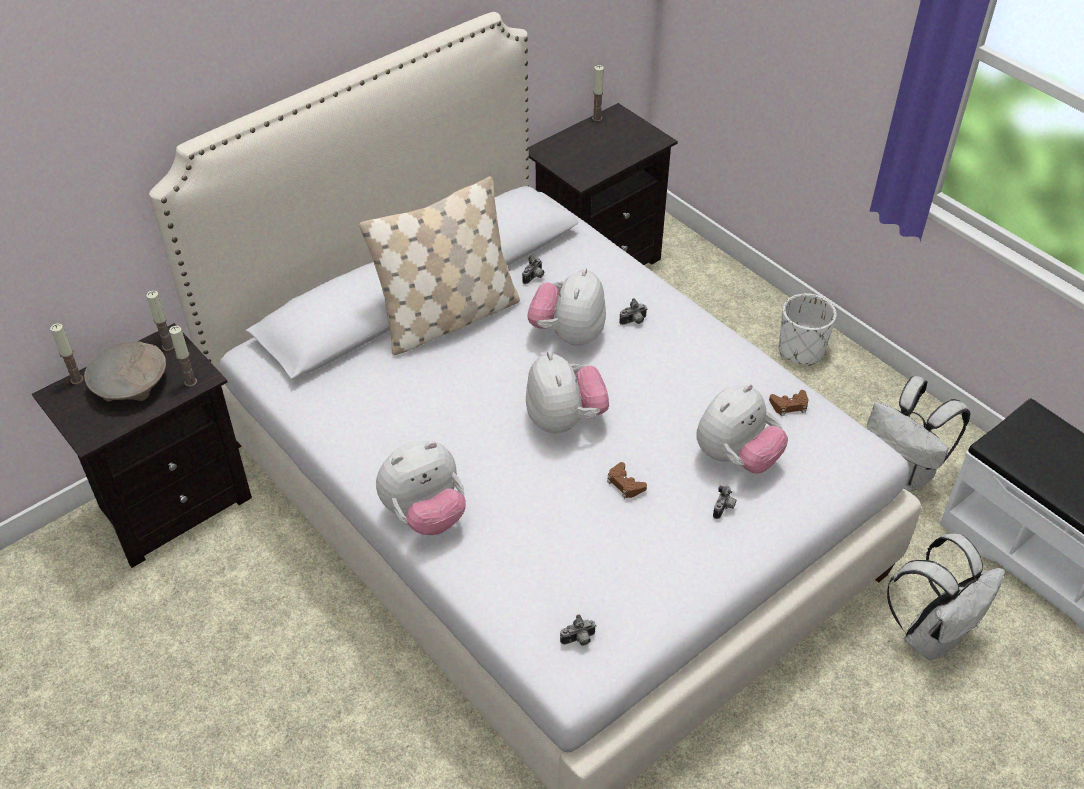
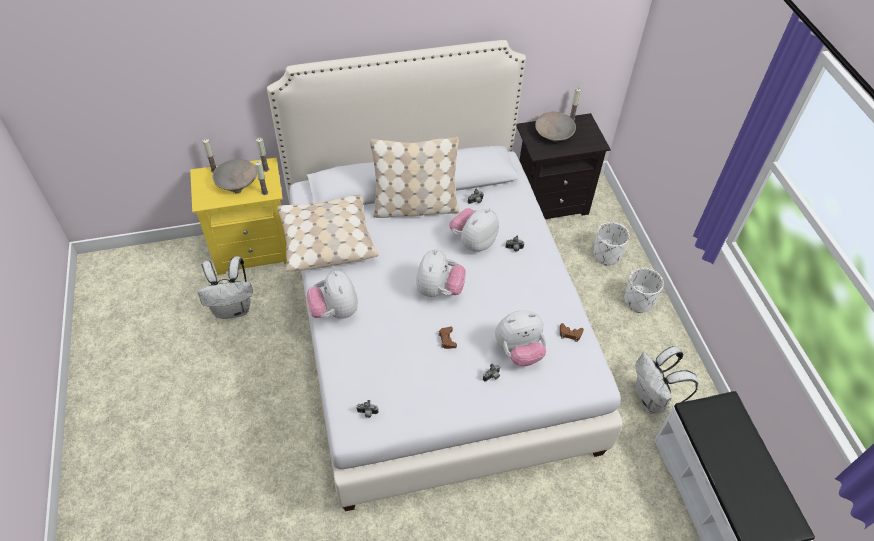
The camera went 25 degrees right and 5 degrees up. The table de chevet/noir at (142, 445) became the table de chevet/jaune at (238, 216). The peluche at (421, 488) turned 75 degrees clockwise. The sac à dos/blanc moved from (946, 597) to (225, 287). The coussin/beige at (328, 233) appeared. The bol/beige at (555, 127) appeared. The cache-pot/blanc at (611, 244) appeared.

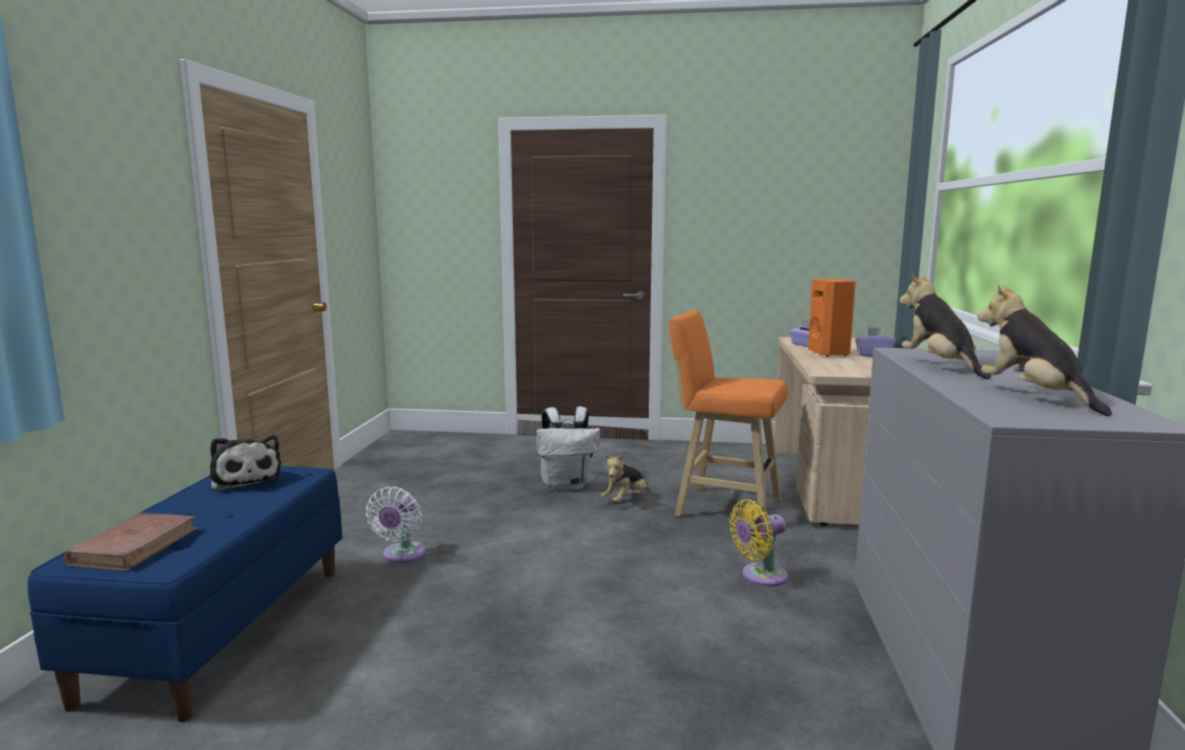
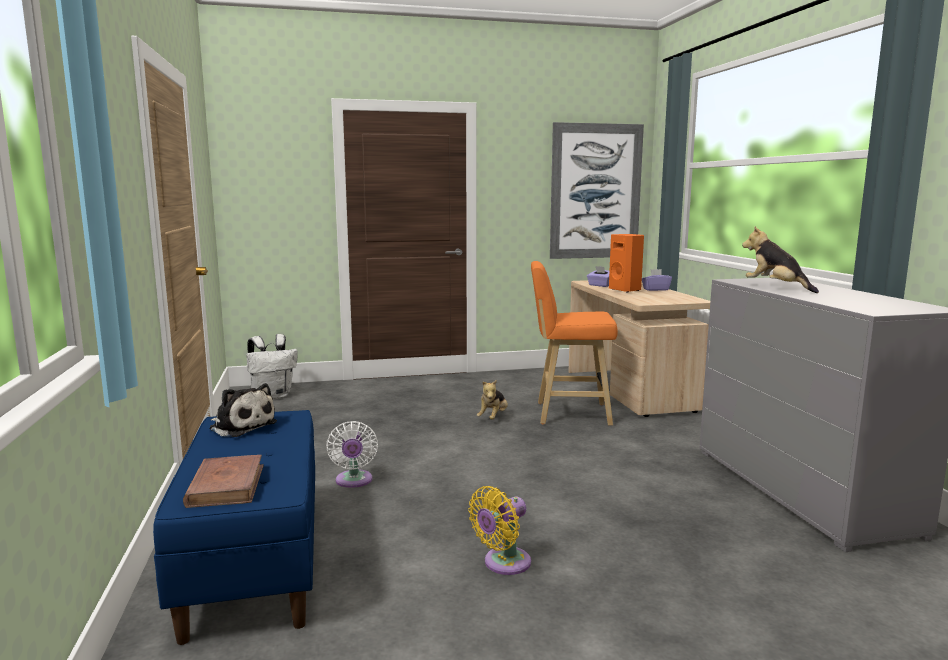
The camera went 20 degrees left and 0 degrees up. The sac à dos/blanc moved from (568, 448) to (271, 366). The ventilateur/jaune moved from (759, 543) to (499, 530). The peluche at (1045, 350) disappeared. The tableau at (597, 190) appeared.

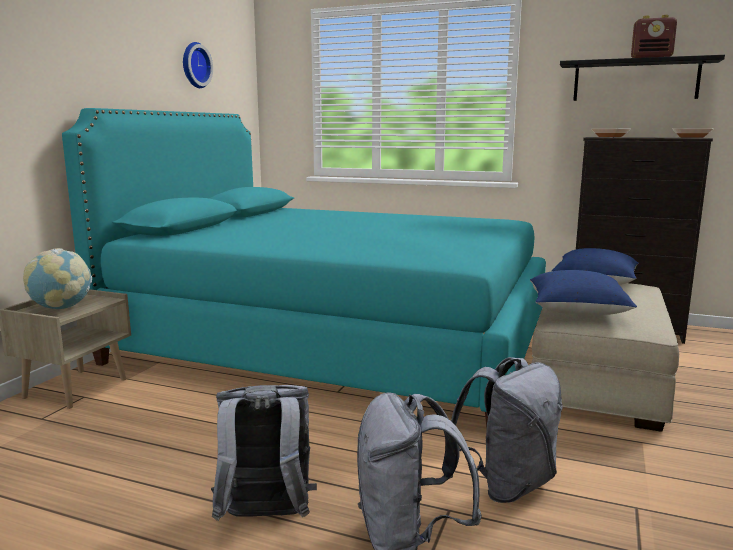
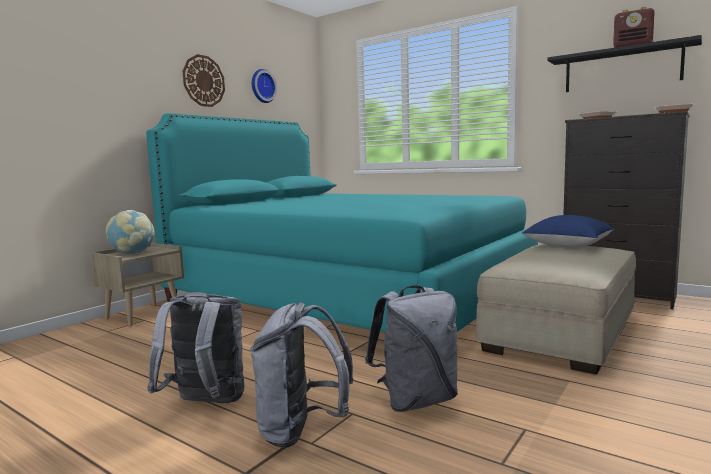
The camera went 15 degrees right and 5 degrees down. The coussin/bleu at (583, 293) disappeared. The horloge murale at (204, 80) appeared.

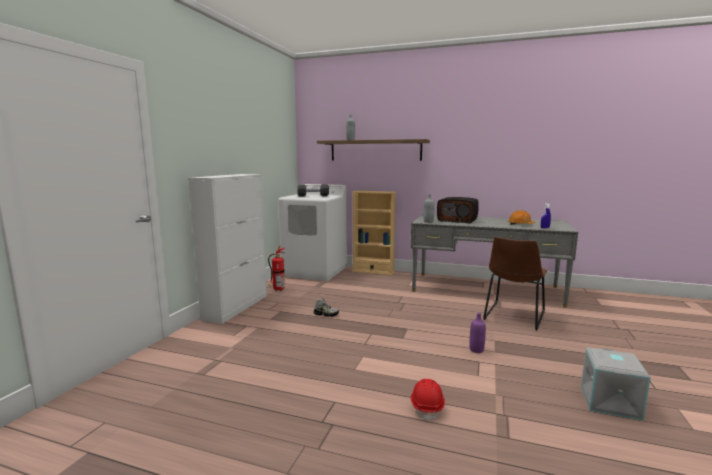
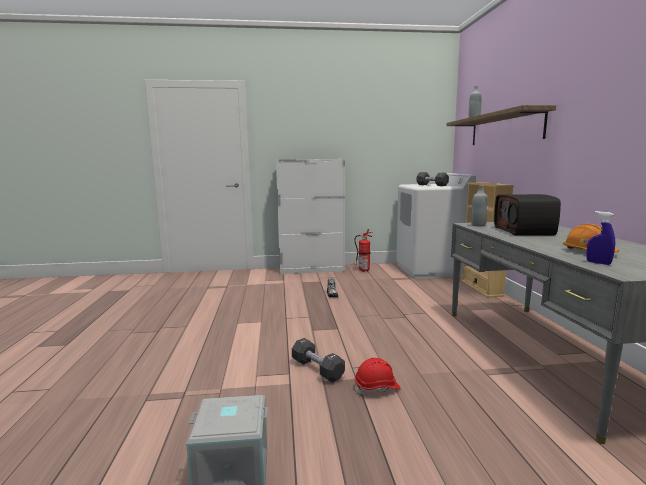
The camera went 65 degrees right and 0 degrees up. The casque de chantier/rouge moved from (428, 400) to (377, 376). The bouteille/violet at (477, 333) was replaced by the haltère/noir at (318, 360). The chaise/marron at (515, 284) disappeared.

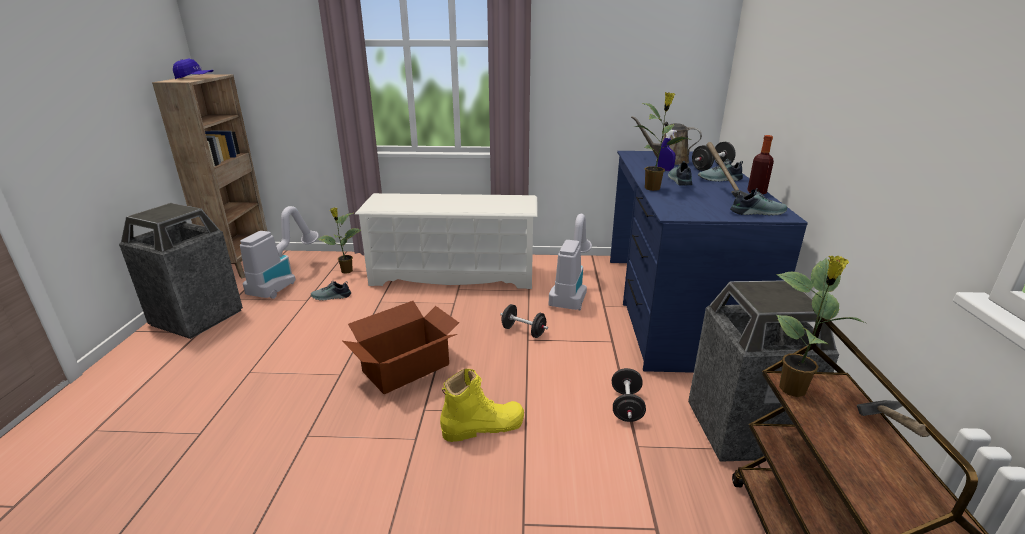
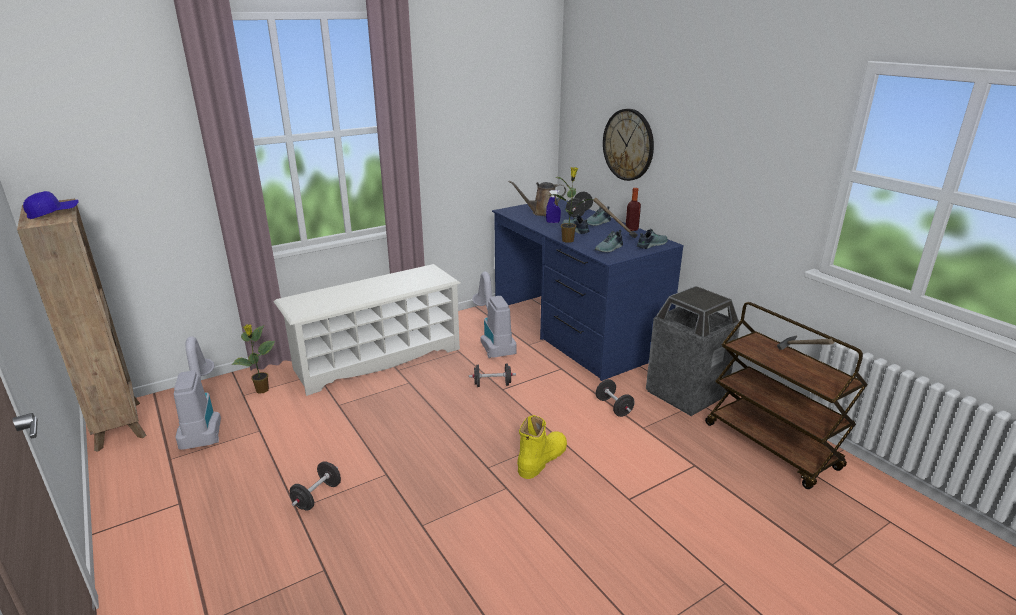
The camera went 35 degrees left and 0 degrees up. The poubelle at (181, 271) disappeared. The chaussure moved from (331, 290) to (609, 241). The carton at (400, 347) disappeared. The plante en pot at (820, 326) disappeared. The haltère/noir at (315, 486) appeared. The horloge murale at (628, 145) appeared.

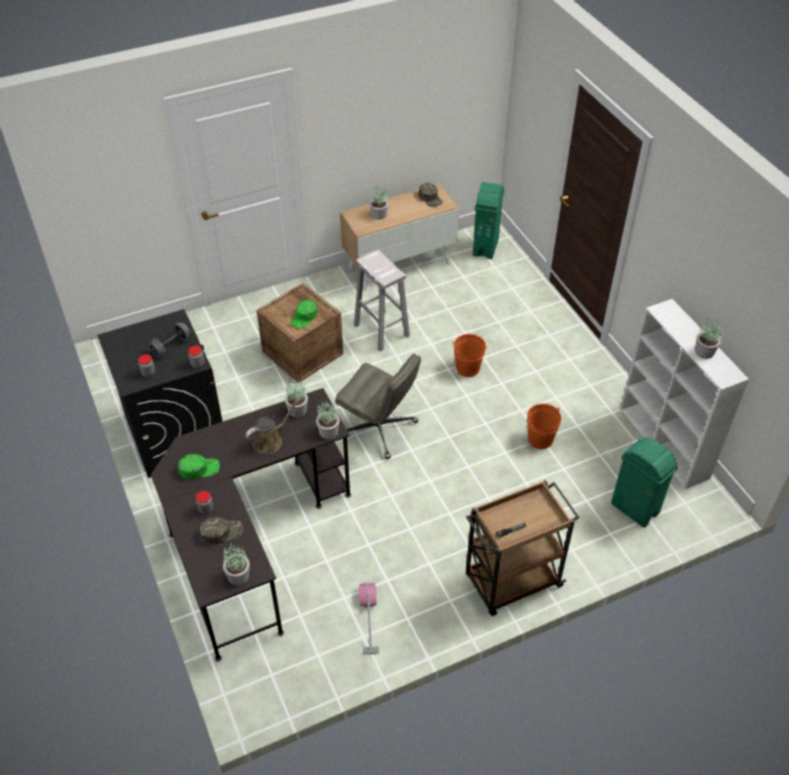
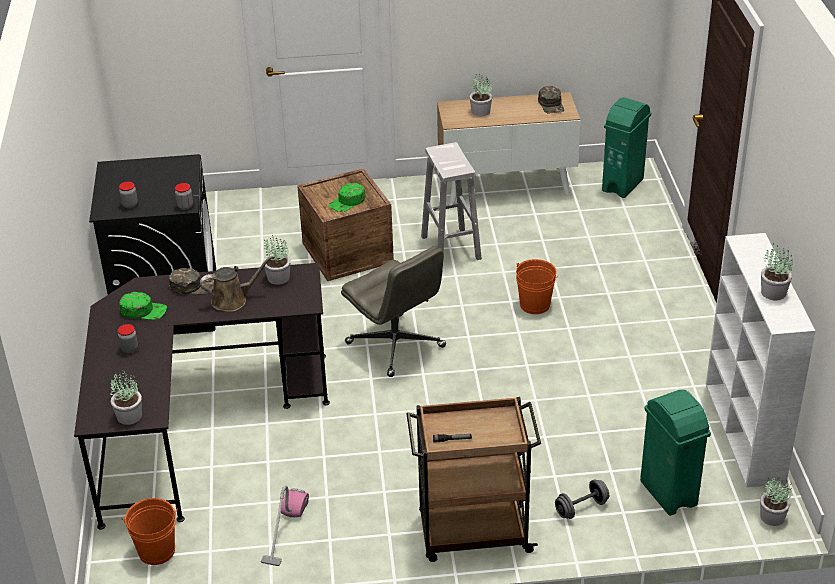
The camera went 20 degrees right and 10 degrees down. The haltère/gris moved from (170, 340) to (582, 499). The casquette/vert moved from (221, 531) to (191, 281). The plante en pot moved from (328, 420) to (776, 501). The seau/orange moved from (544, 426) to (149, 531).

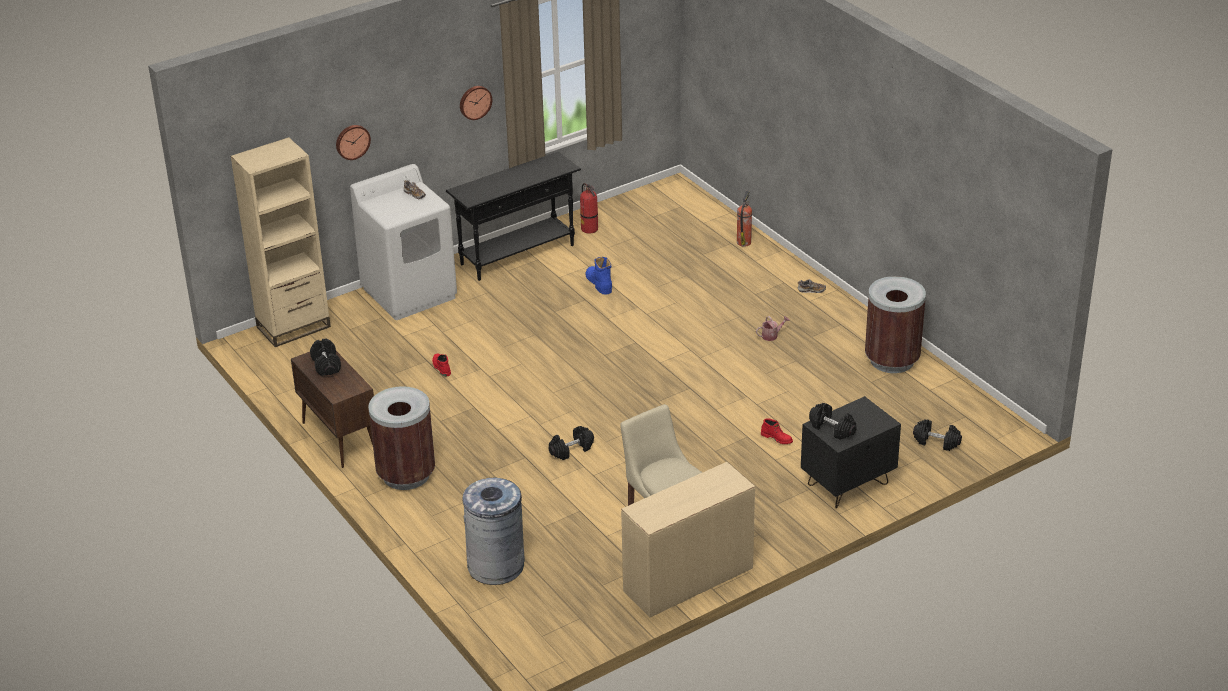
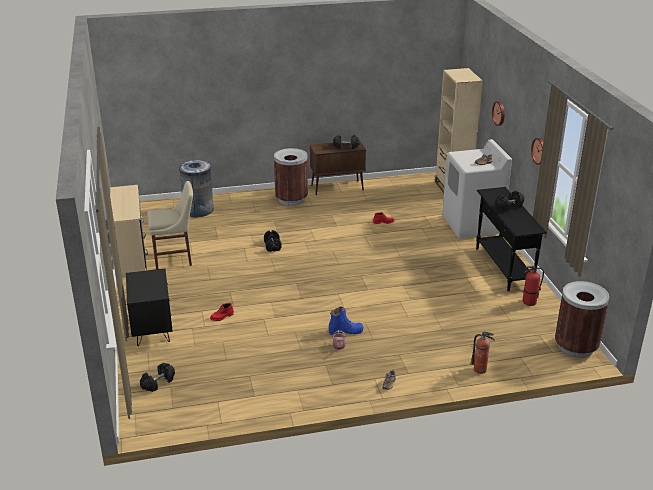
The camera went 110 degrees right and 5 degrees down. The botte/bleu moved from (599, 276) to (346, 320). The haltère/noir moved from (833, 421) to (509, 201). The poubelle/marron moved from (895, 324) to (582, 319).

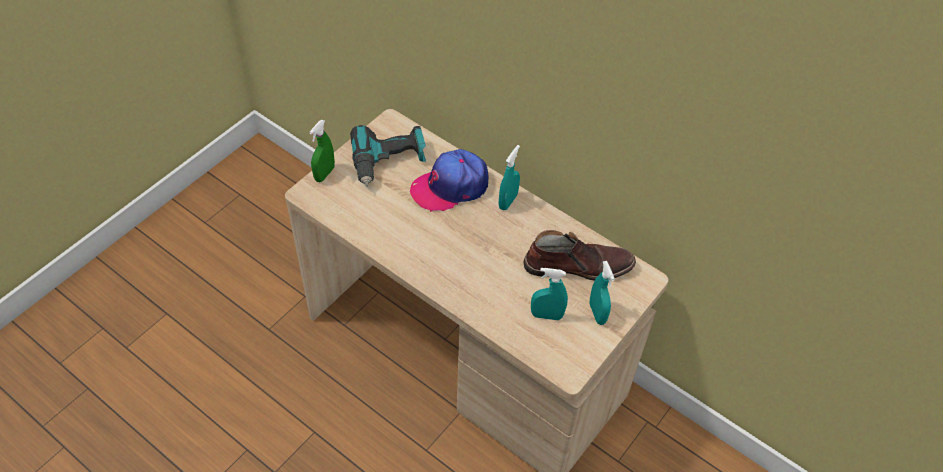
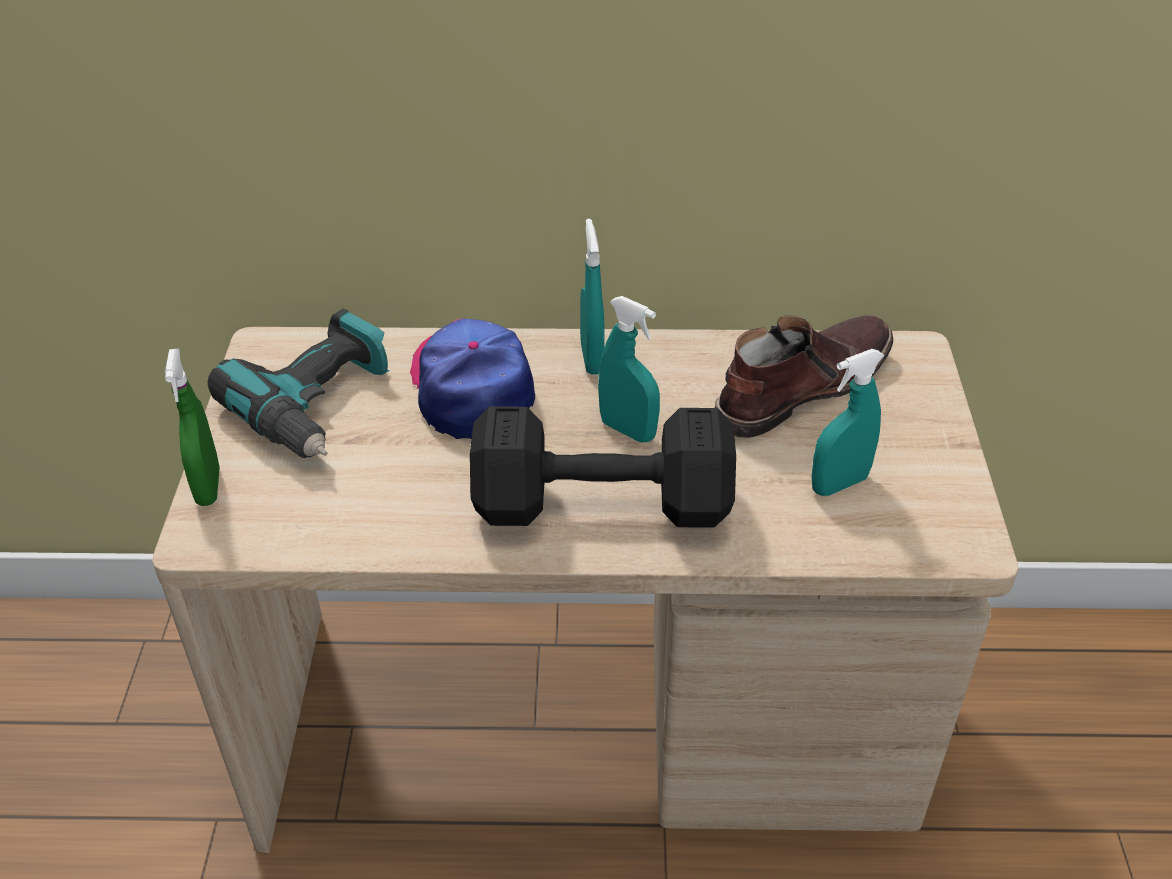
The camera went 35 degrees left and 10 degrees down. The casquette at (449, 180) turned 135 degrees clockwise. The vaporisateur/turquoise moved from (602, 293) to (629, 369). The haltère/noir at (603, 467) appeared.

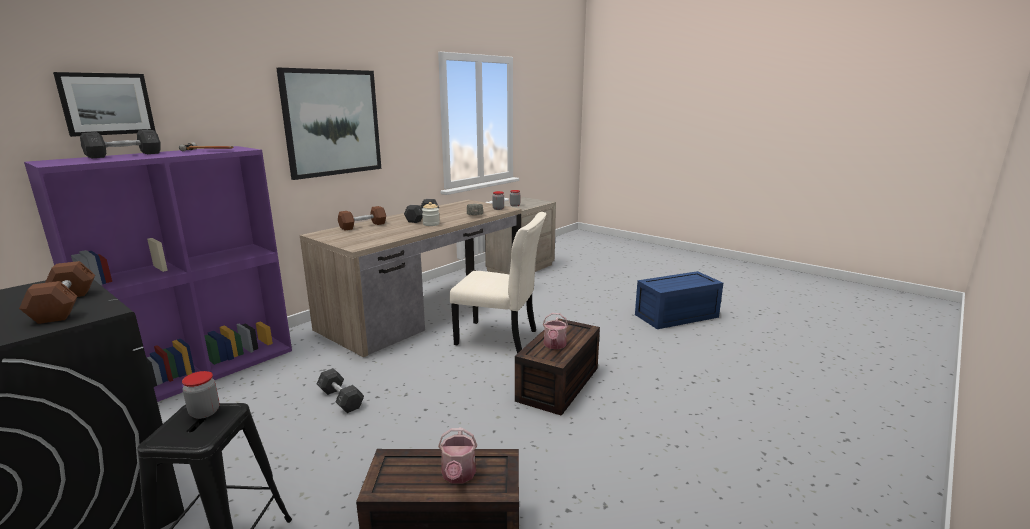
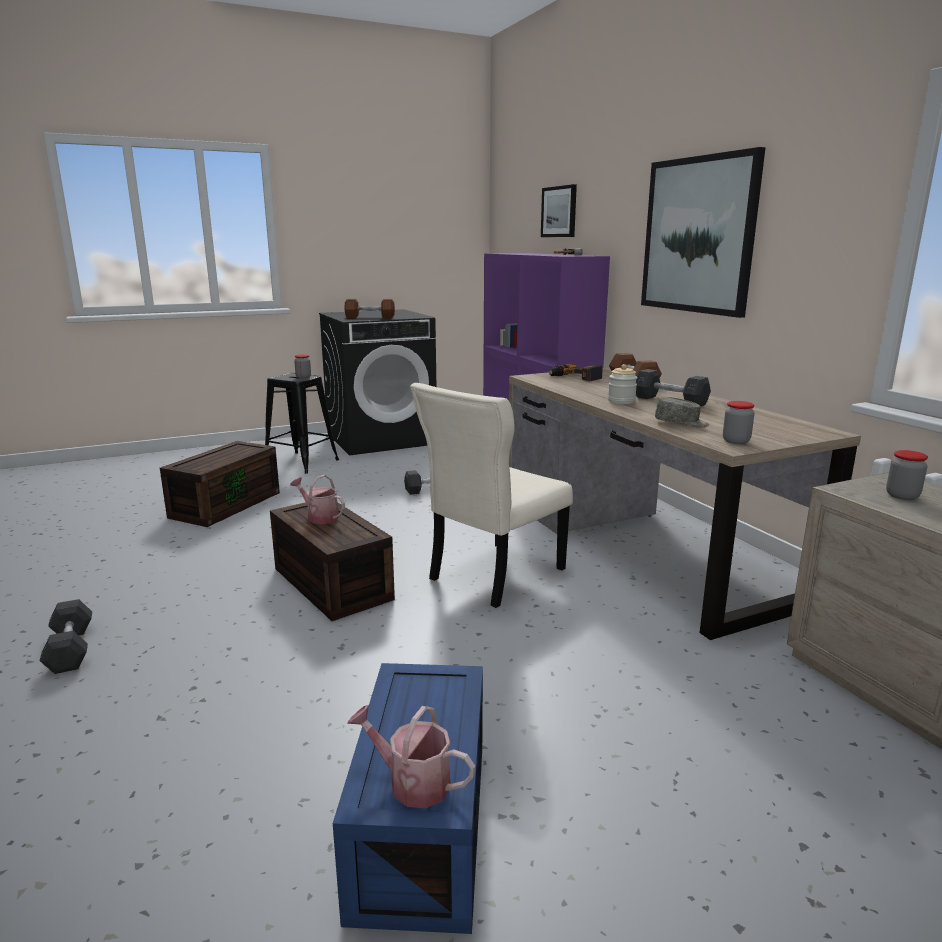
The camera went 115 degrees right and 0 degrees up. The haltère/gris moved from (120, 144) to (66, 636). The arrosoir moved from (457, 455) to (411, 756). The perceuse at (576, 372) appeared.

